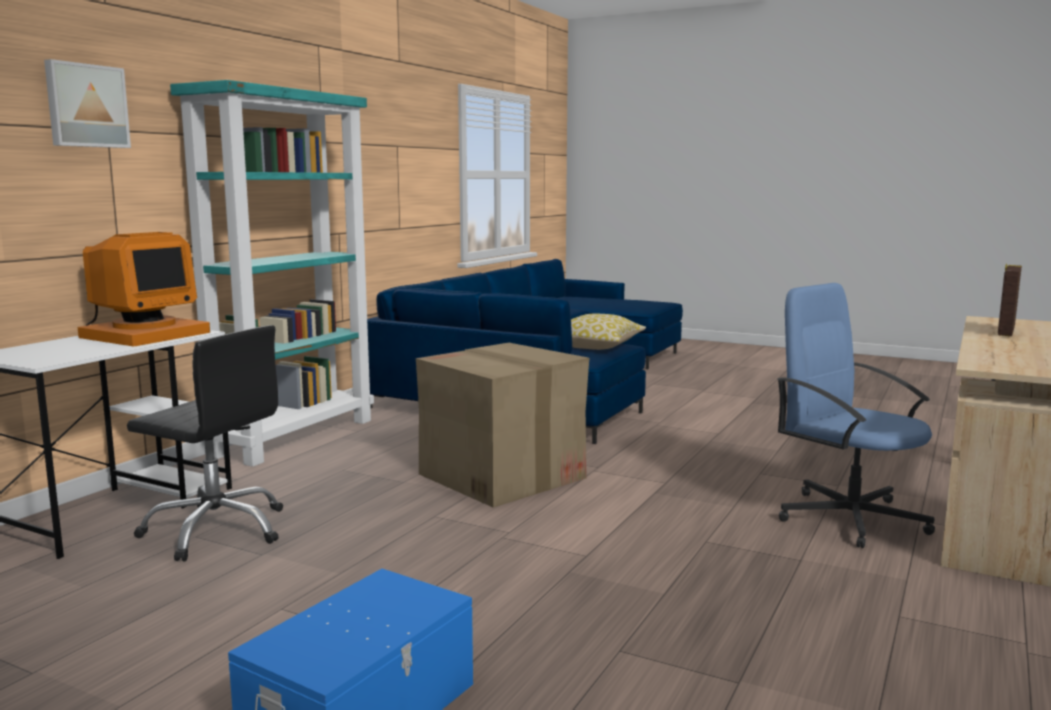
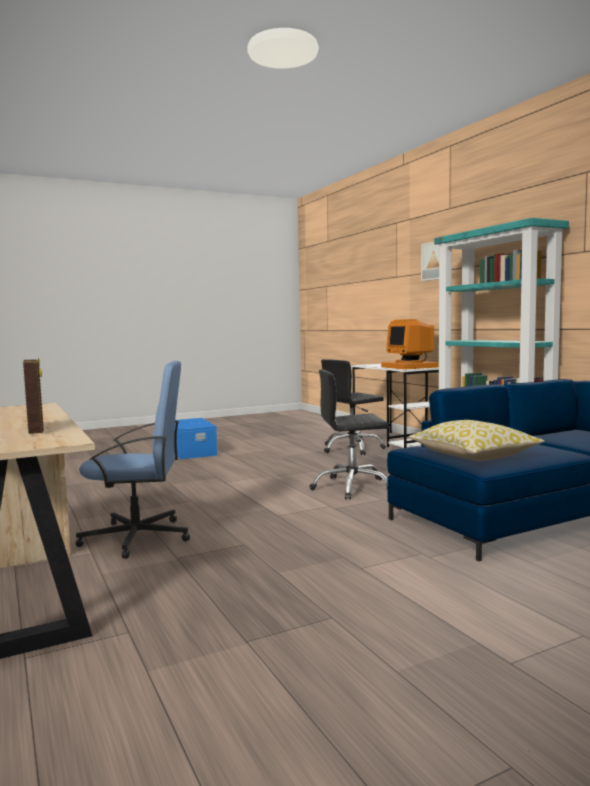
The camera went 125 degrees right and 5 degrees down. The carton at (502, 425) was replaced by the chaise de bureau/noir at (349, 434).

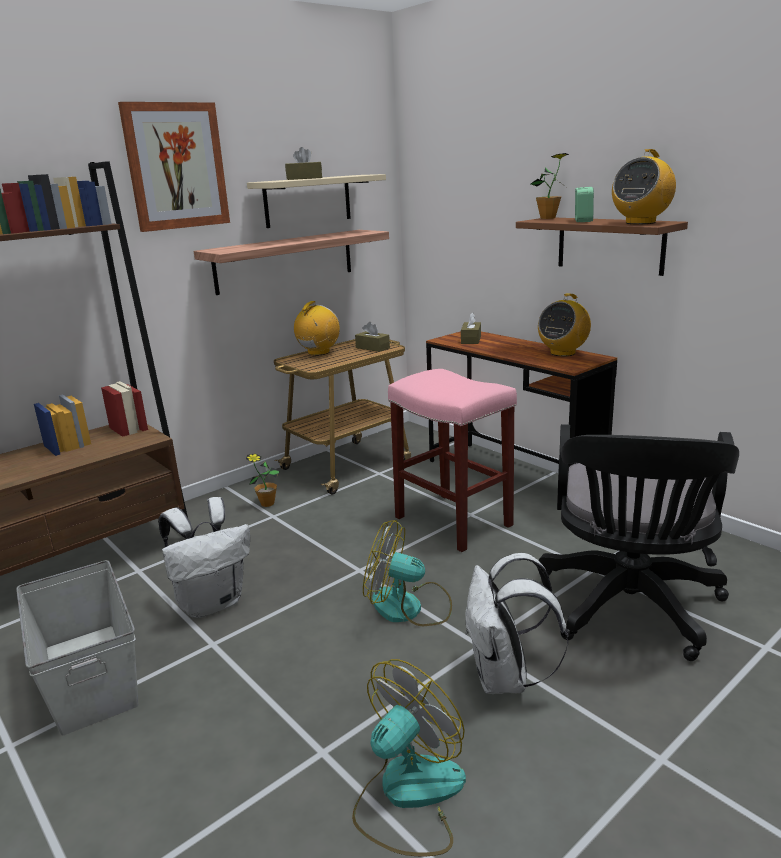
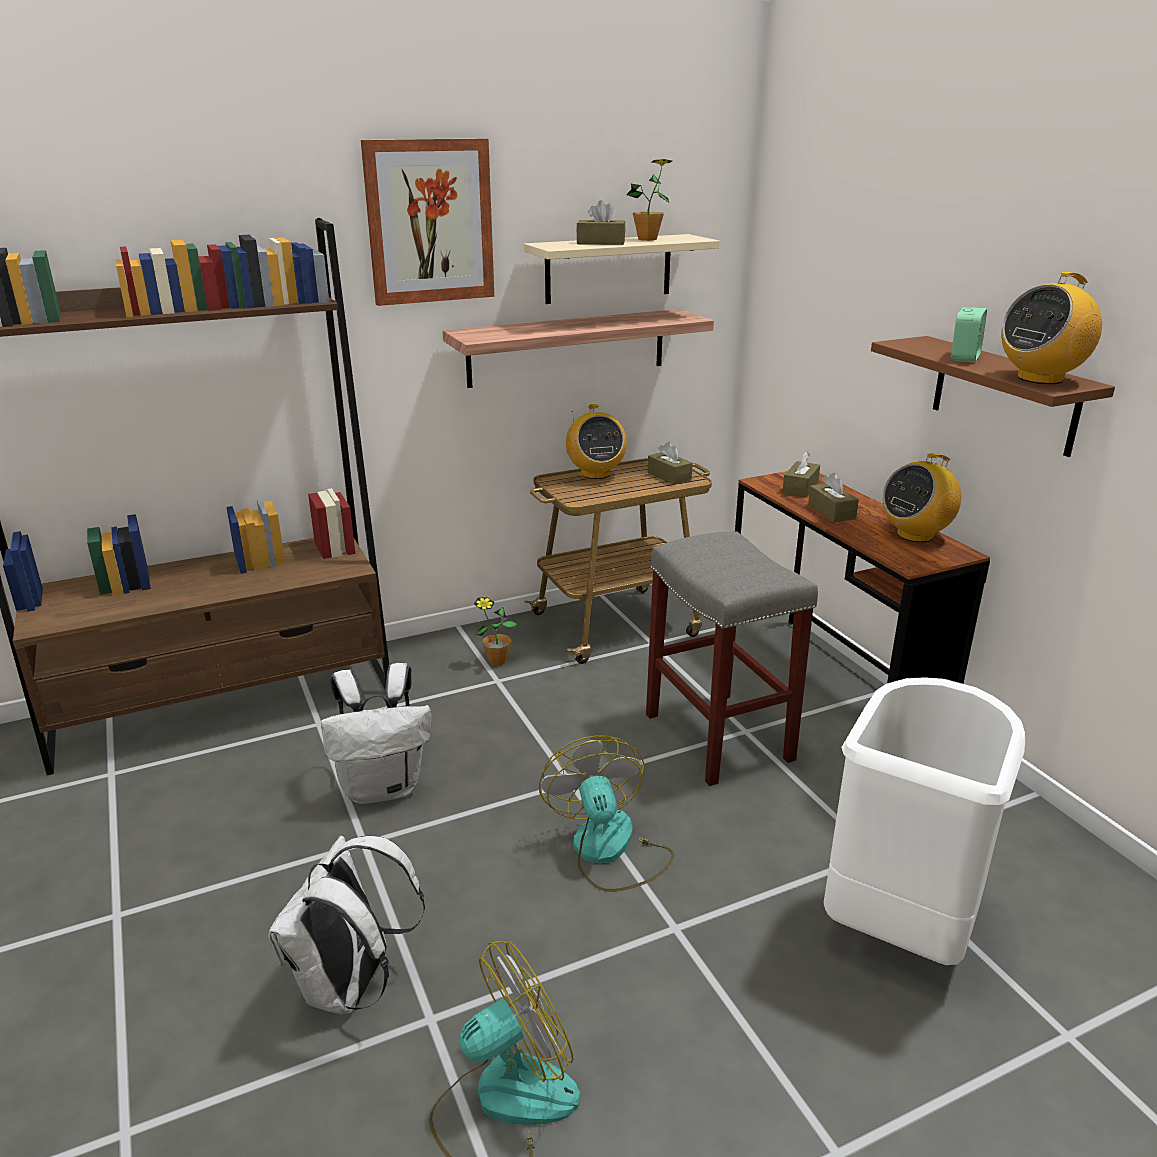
The camera went 15 degrees right and 5 degrees up. The boîte de rangement/gris at (77, 648) disappeared. The radio at (317, 328) turned 120 degrees clockwise. The ventilateur at (407, 573) turned 45 degrees clockwise. The tabouret/rose at (452, 460) became the tabouret/gris at (732, 659). The sac à dos/blanc moved from (516, 623) to (346, 925). The plante en pot moved from (550, 186) to (649, 200). The chaise de bureau/noir at (639, 542) was replaced by the poubelle/blanc at (924, 821). The boîte à mouchoirs/marron at (833, 497) appeared.

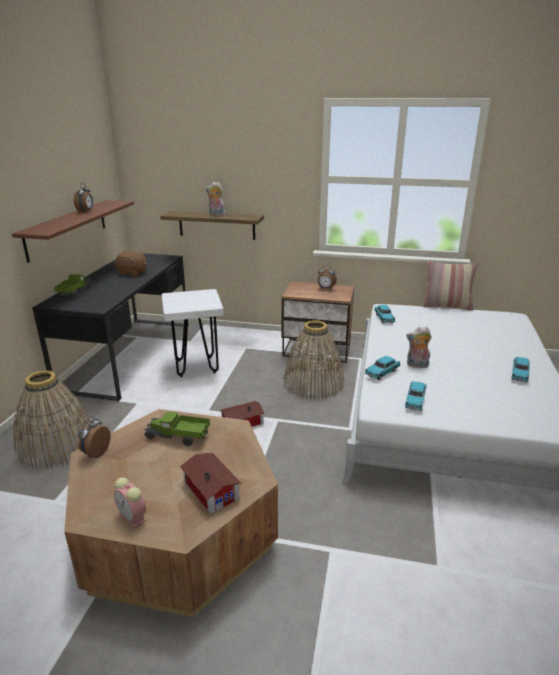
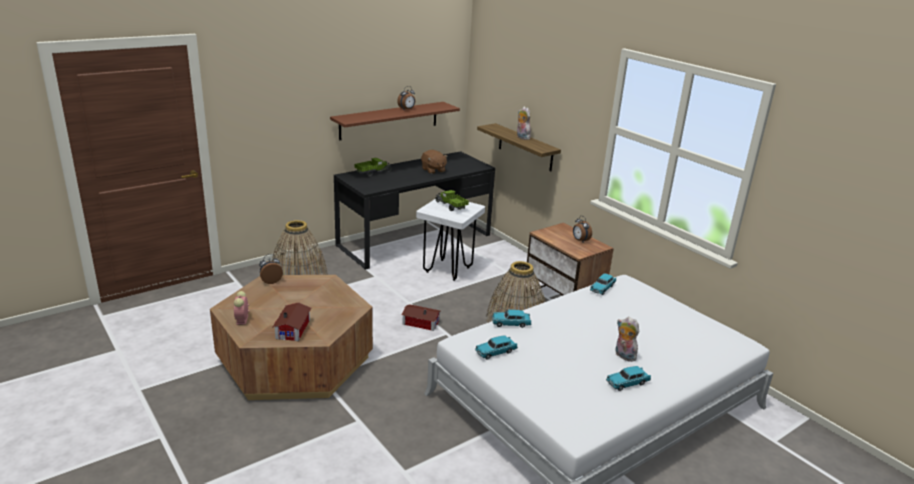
The camera went 40 degrees right and 0 degrees up. The camion jouet moved from (177, 429) to (452, 200). The peluche moved from (419, 347) to (627, 339). The coussin at (450, 286) disappeared.

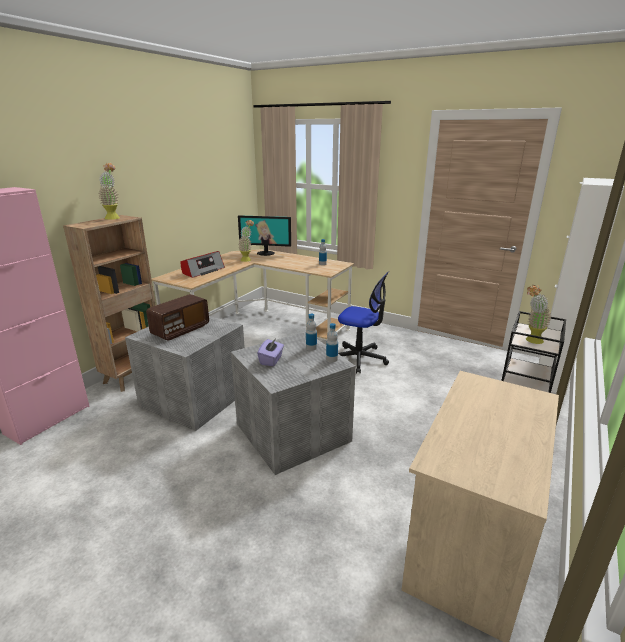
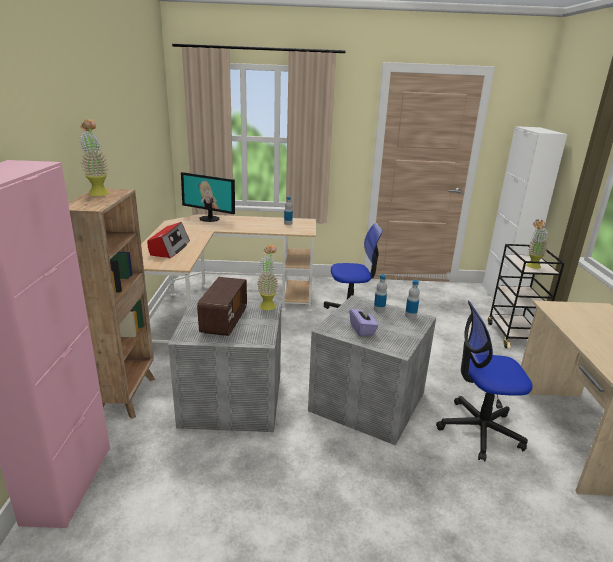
The camera went 30 degrees left and 0 degrees up. The écran d'ordinateur at (264, 235) turned 45 degrees clockwise. The plante en pot moved from (246, 241) to (267, 277). The chaise de bureau at (484, 381) appeared.

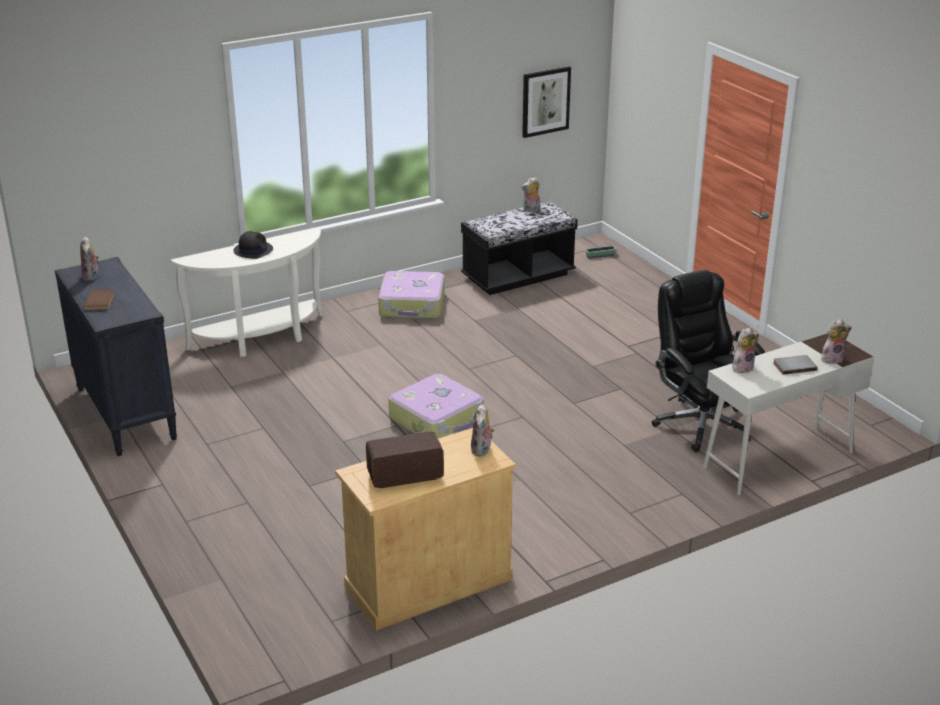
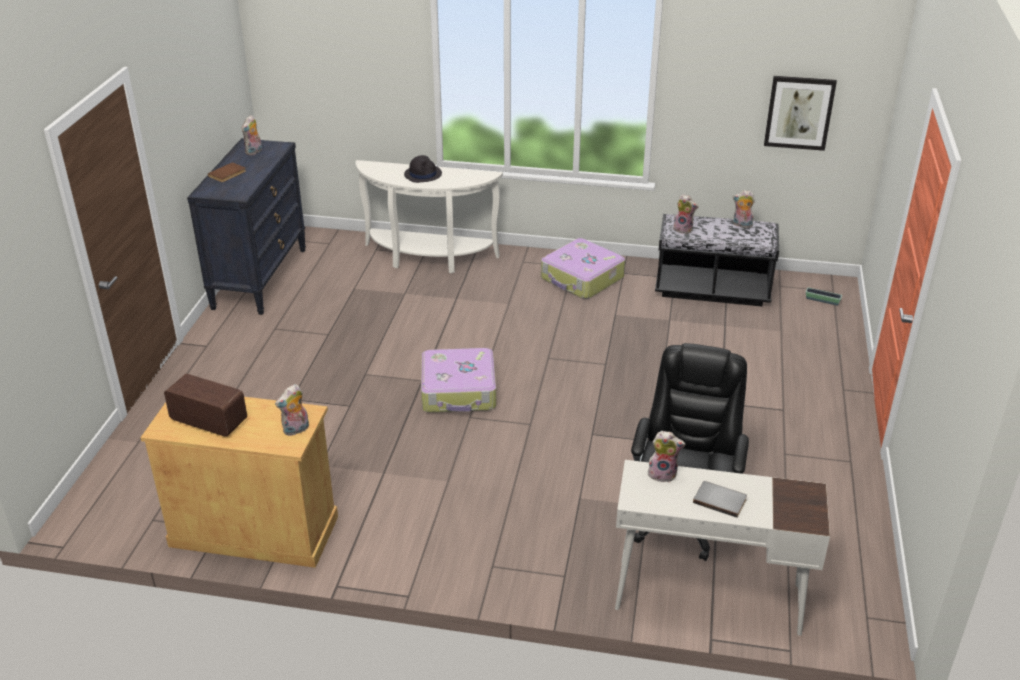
The camera went 40 degrees right and 5 degrees up. The peluche moved from (836, 342) to (685, 214).

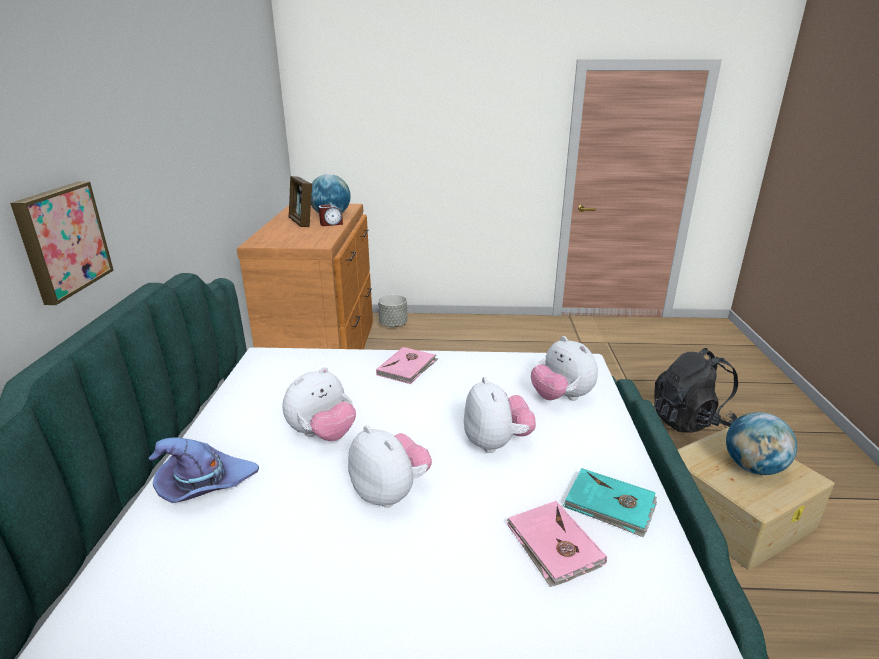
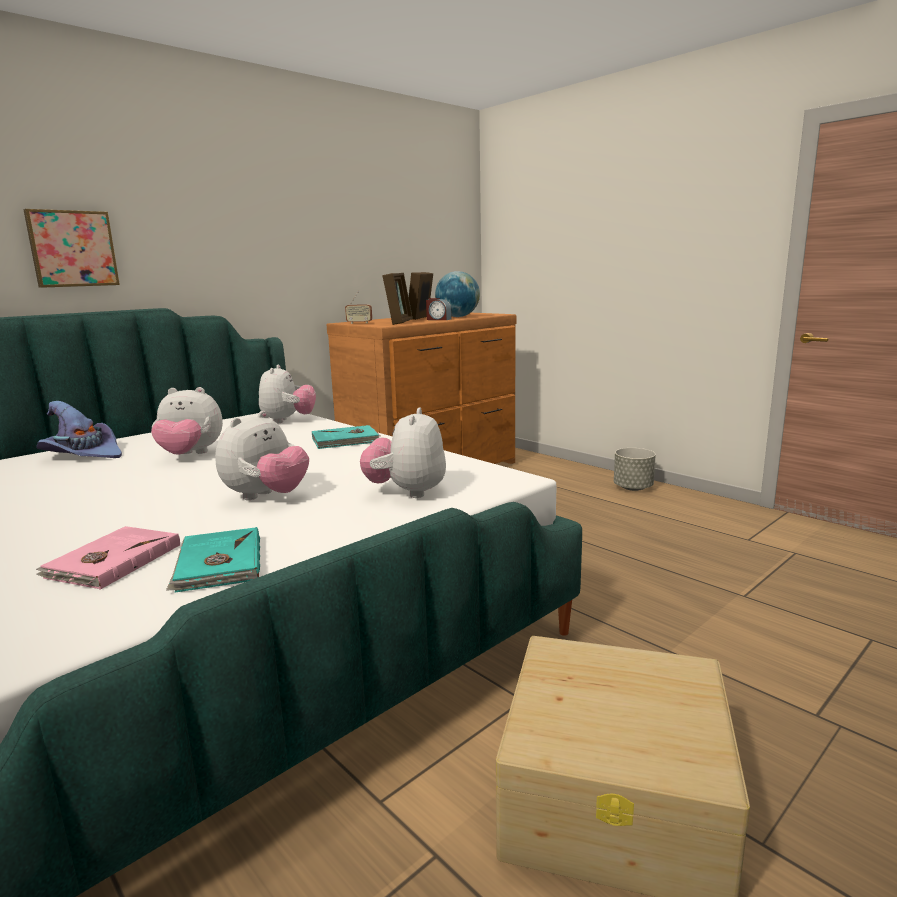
The camera went 45 degrees right and 10 degrees down. The peluche moved from (390, 466) to (287, 393). The livre/rose at (407, 365) became the livre/turquoise at (346, 437). The cache-pot/gris moved from (392, 311) to (635, 469). The sac à dos/noir at (696, 390) disappeared. The globe at (761, 443) disappeared. The radio at (358, 307) appeared. The cadre photo at (397, 299) appeared.

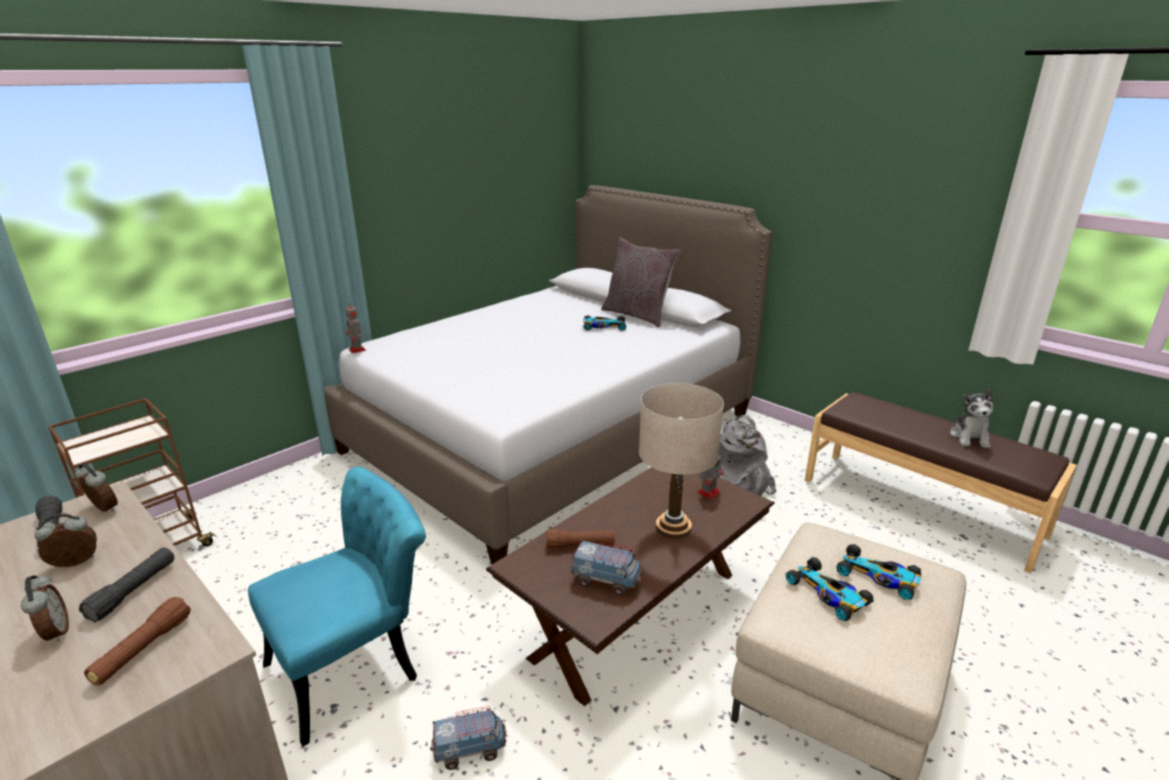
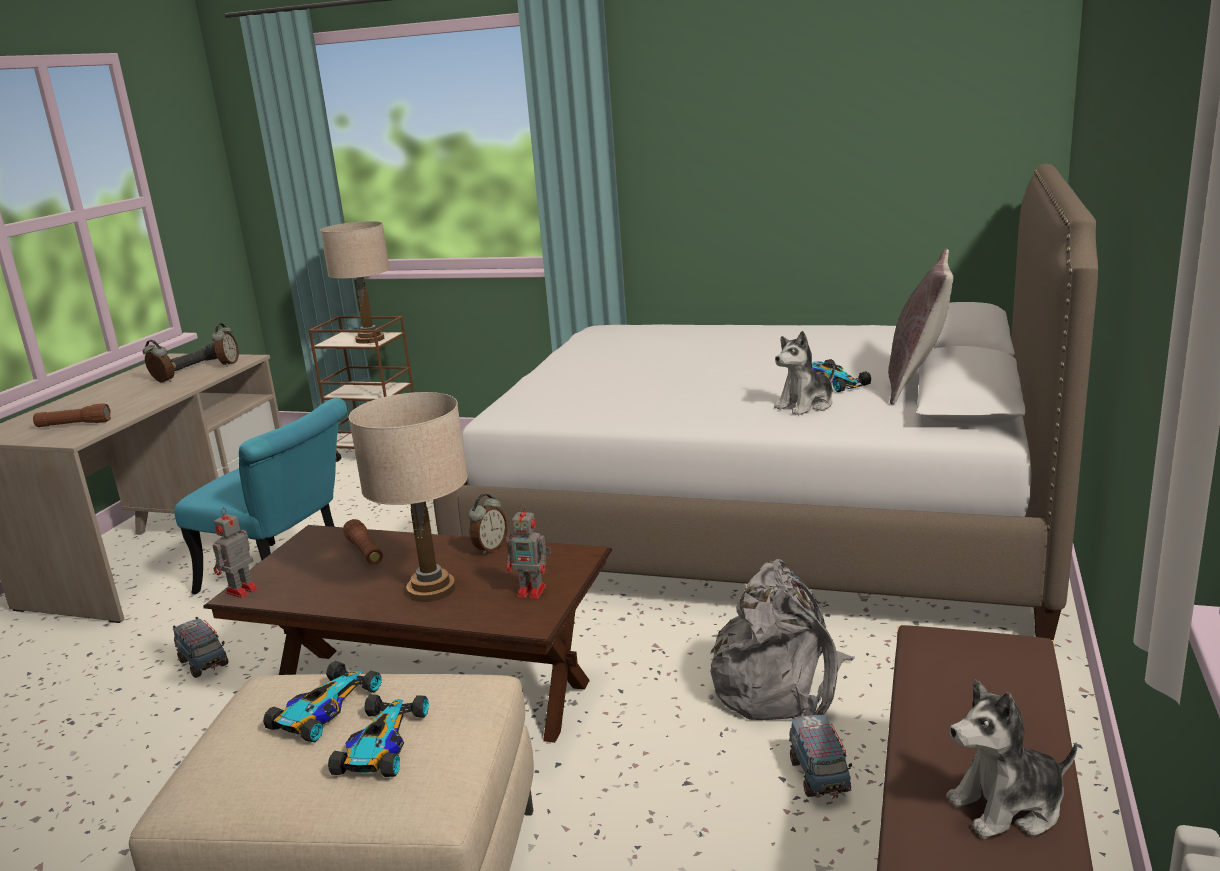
The camera went 65 degrees right and 5 degrees down. The réveil moved from (45, 608) to (488, 524). The lampe de poche/noir at (127, 585) disappeared. The robot jouet moved from (356, 328) to (235, 553). The camion jouet moved from (606, 568) to (820, 755). The lampe de table/beige at (355, 282) appeared. The peluche at (804, 373) appeared.

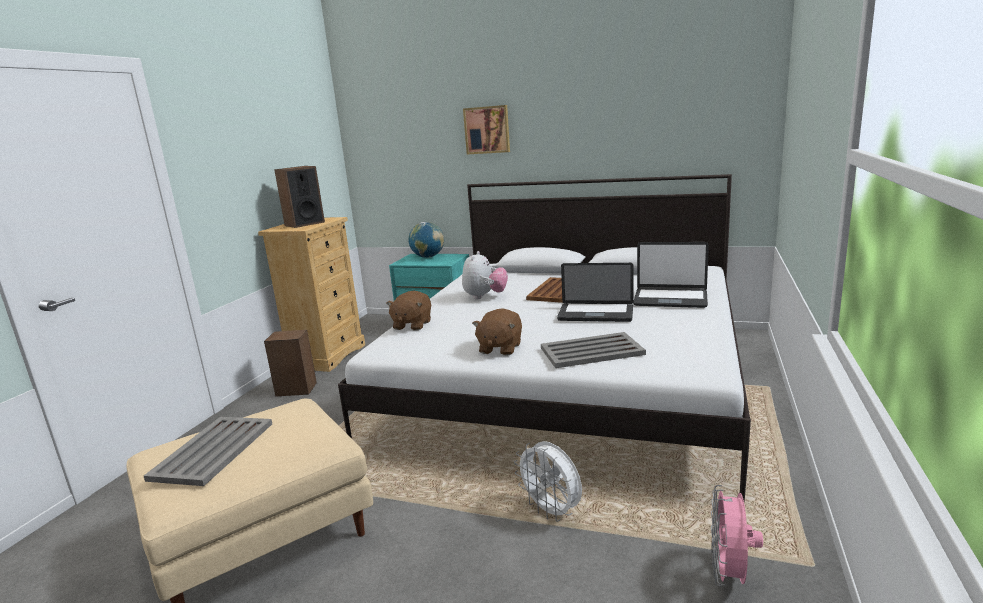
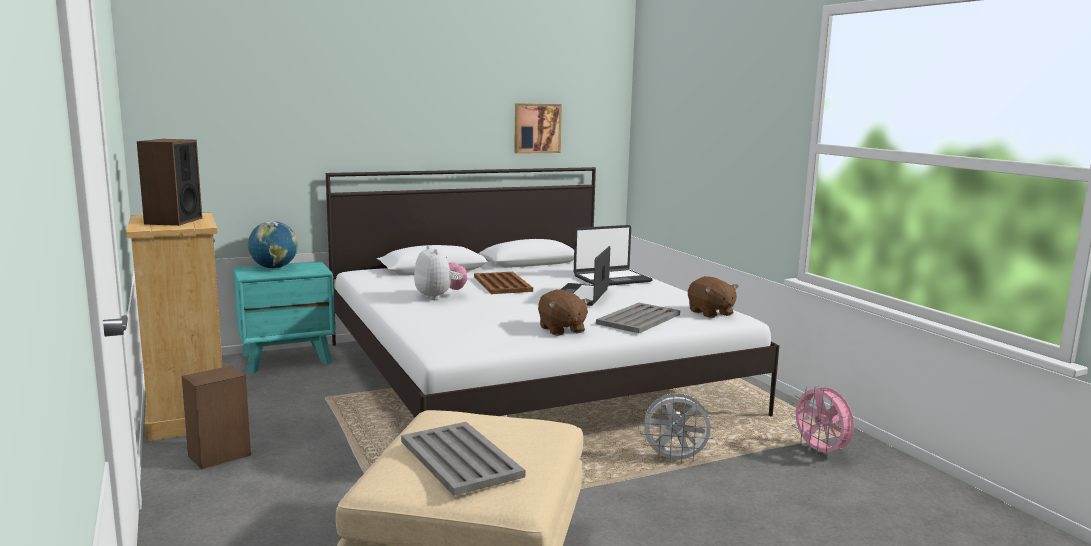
The camera went 45 degrees left and 5 degrees down. The peluche/marron moved from (408, 310) to (713, 297). The tableau moved from (486, 129) to (538, 128). The ordinateur portable at (595, 292) turned 135 degrees clockwise.

